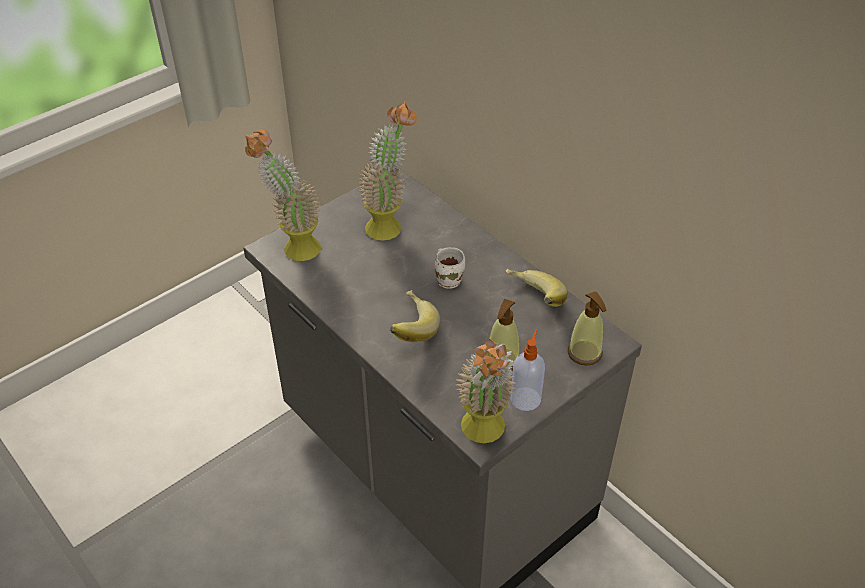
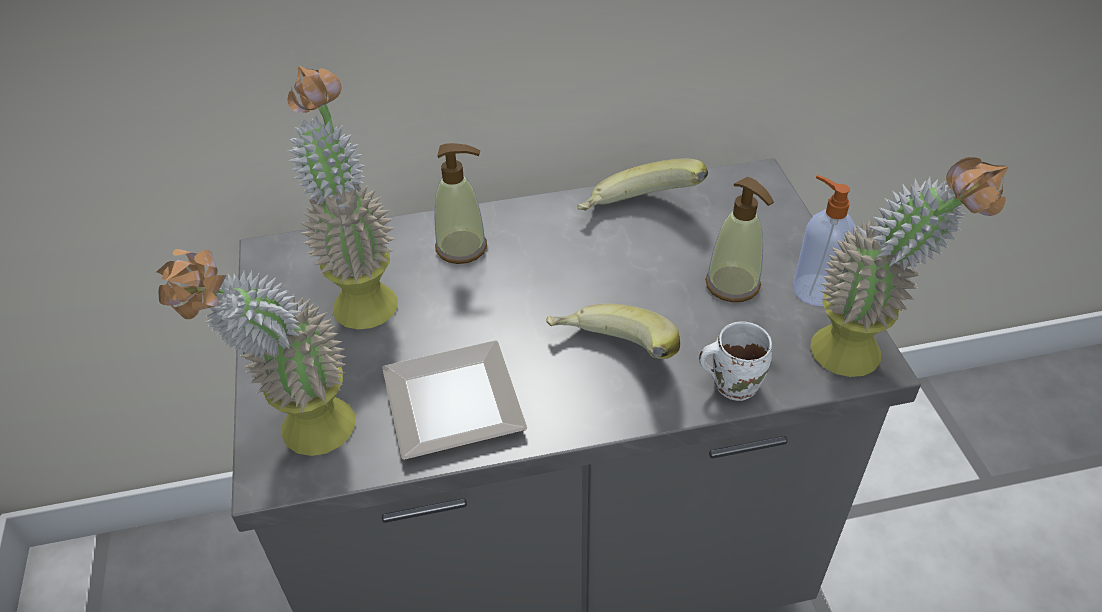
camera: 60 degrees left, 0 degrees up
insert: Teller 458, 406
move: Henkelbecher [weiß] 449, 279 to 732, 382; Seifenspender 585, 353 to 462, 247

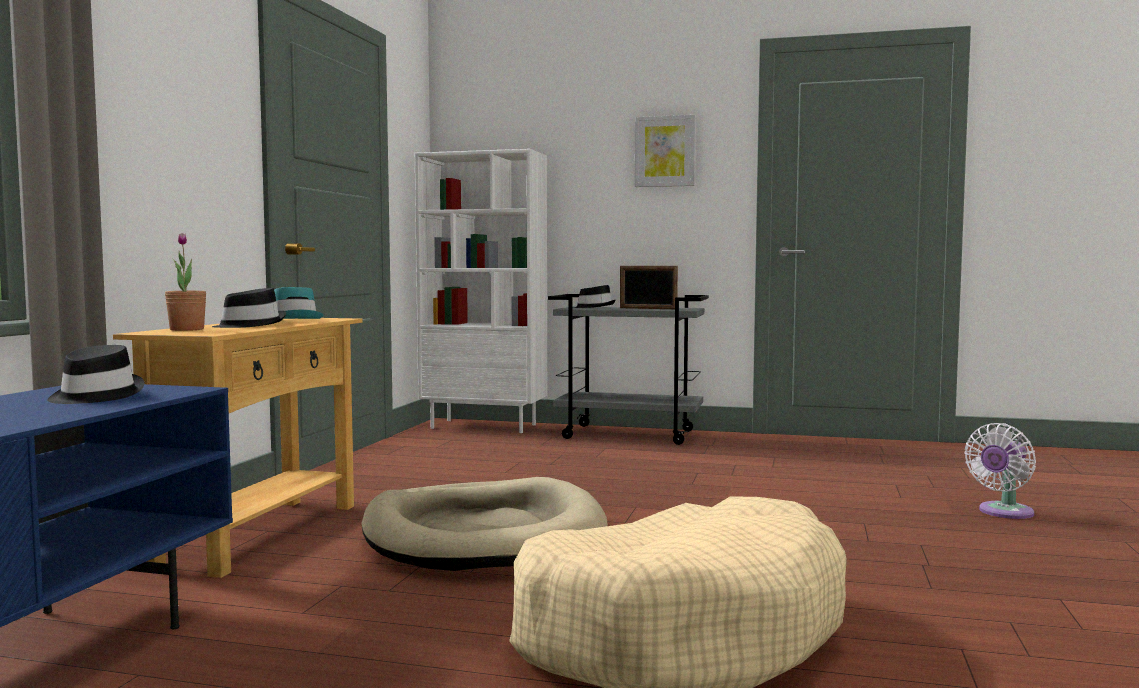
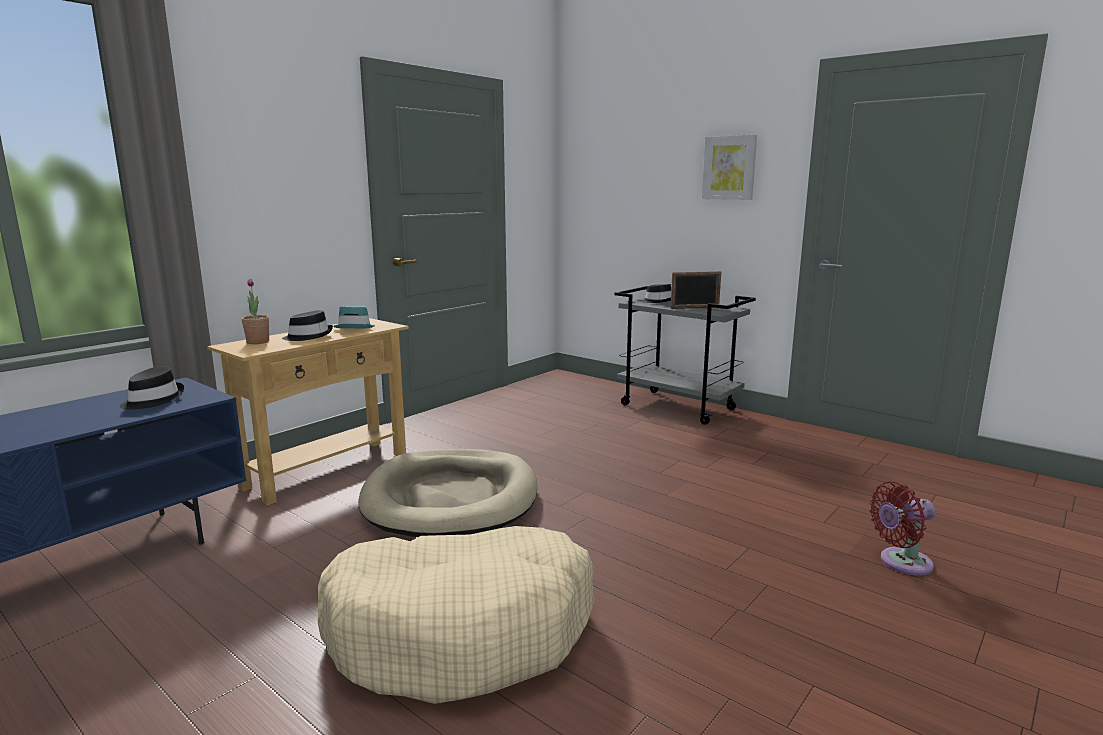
camera: 25 degrees right, 10 degrees up
delete: Bücherregal [weiß] 485, 426
recolor: Ventilator [weiß] 1003, 512 to Ventilator [rot] 901, 563
rotate: Bilderrahmen 648, 308 = 695, 308 60 degrees counterclockwise

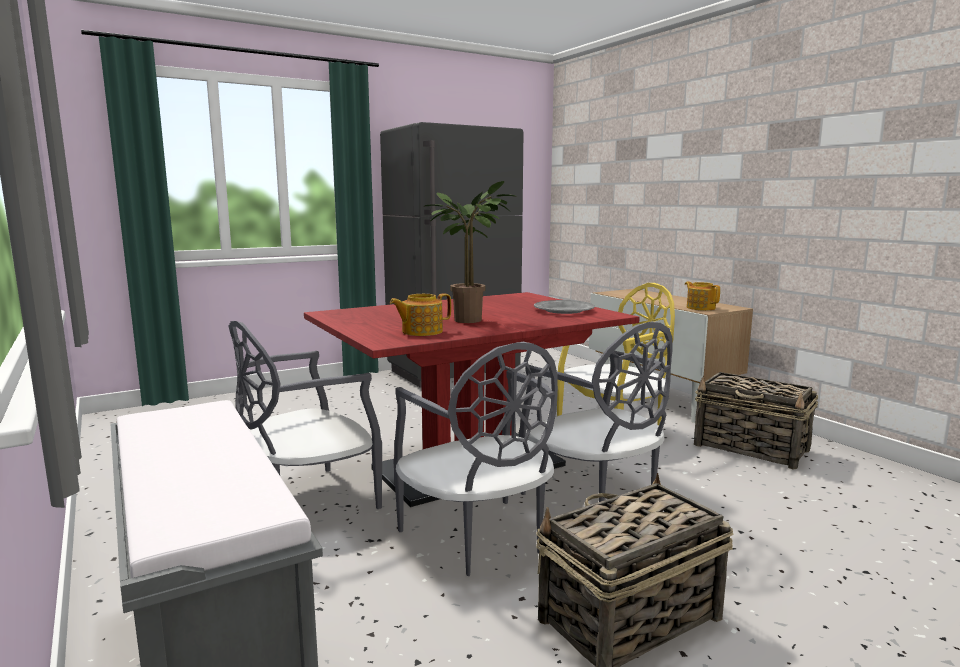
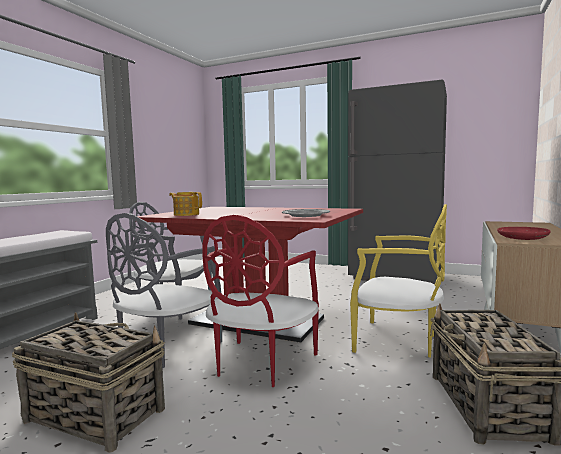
camera: 55 degrees right, 5 degrees down
delete: Topfpflanze 472, 319
replace: Teekanne 700, 308 to Teller [rot] 522, 238
recolor: Stuhl [grau] 595, 498 to Stuhl [rot] 260, 364

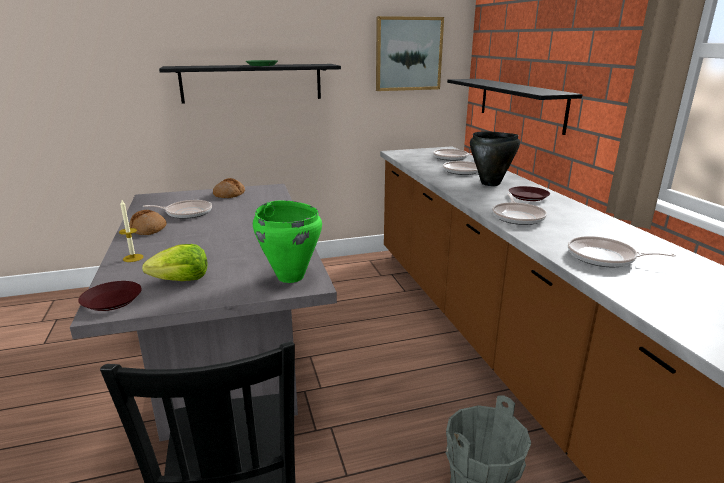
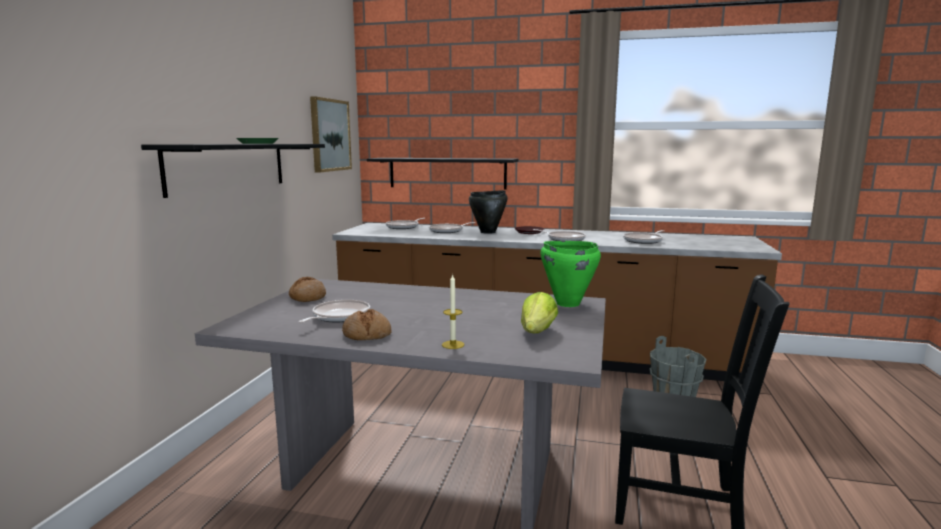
camera: 60 degrees left, 10 degrees down
delete: Teller [braun] 112, 300

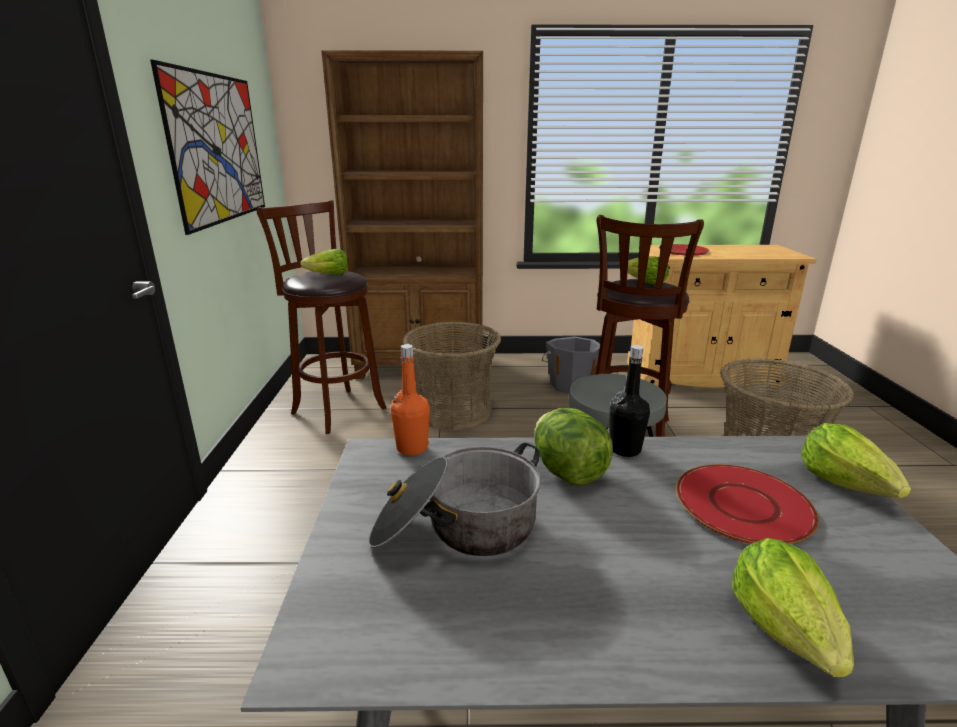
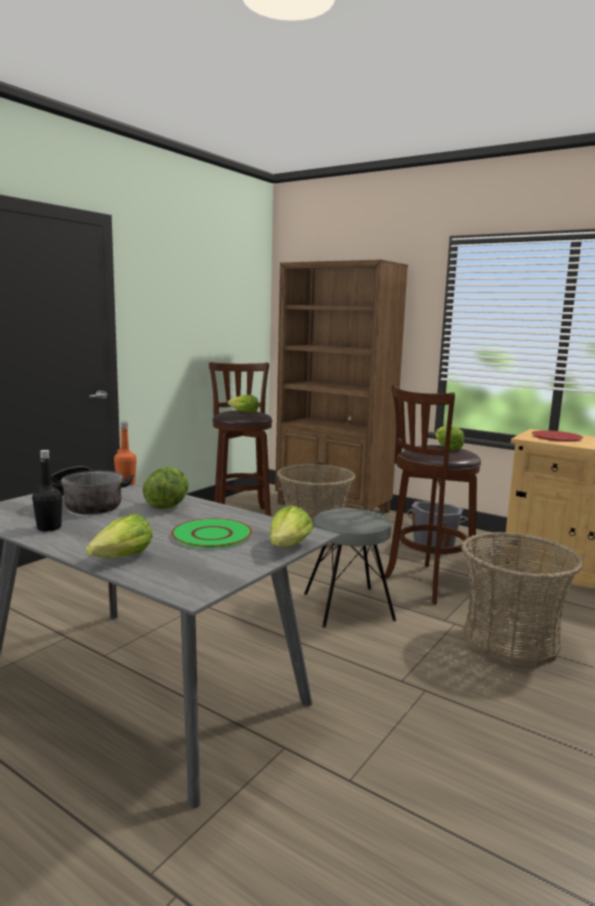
camera: 35 degrees right, 10 degrees down
delete: Bild 218, 148
move: Flasche [schwarz] 625, 449 to 49, 528
recolor: Teller [rot] 743, 506 to Teller [grün] 211, 535

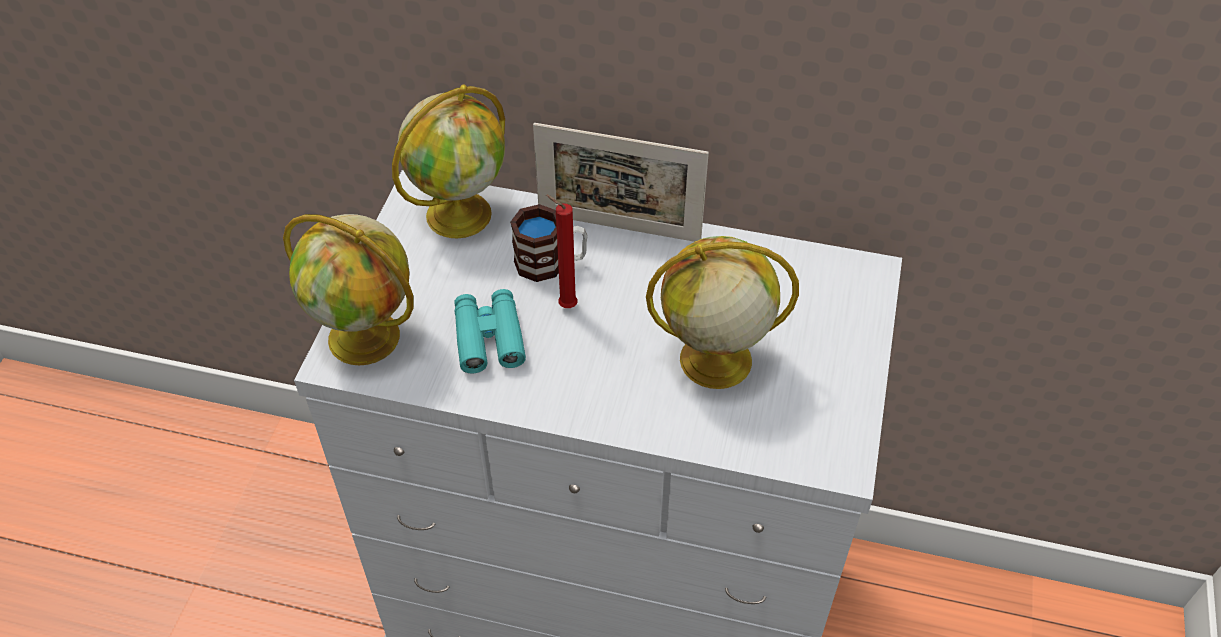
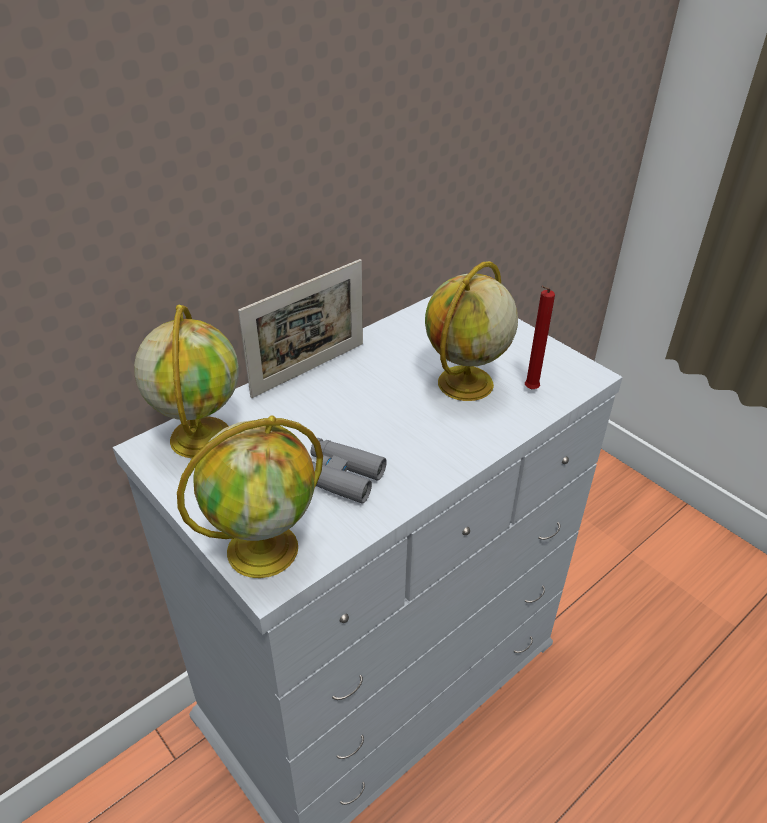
camera: 55 degrees left, 10 degrees down
delete: Henkelbecher 550, 263
move: Kerze [rot] 565, 305 to 529, 390
recolor: Fernglas [türkis] 489, 337 to Fernglas [grau] 340, 477

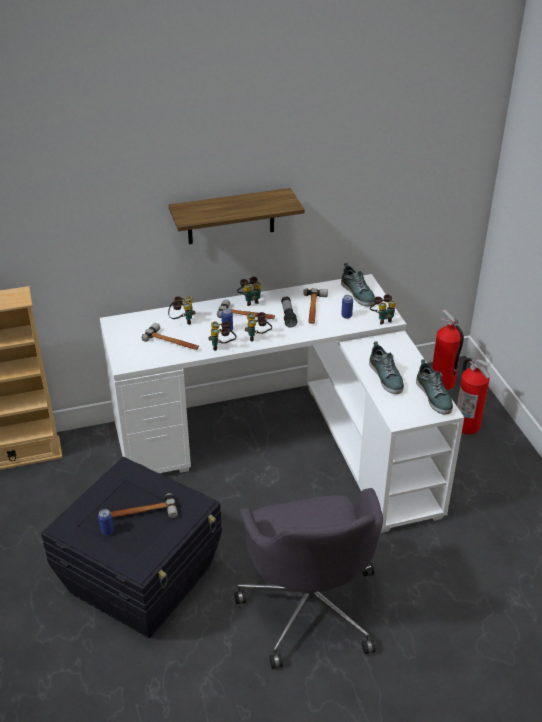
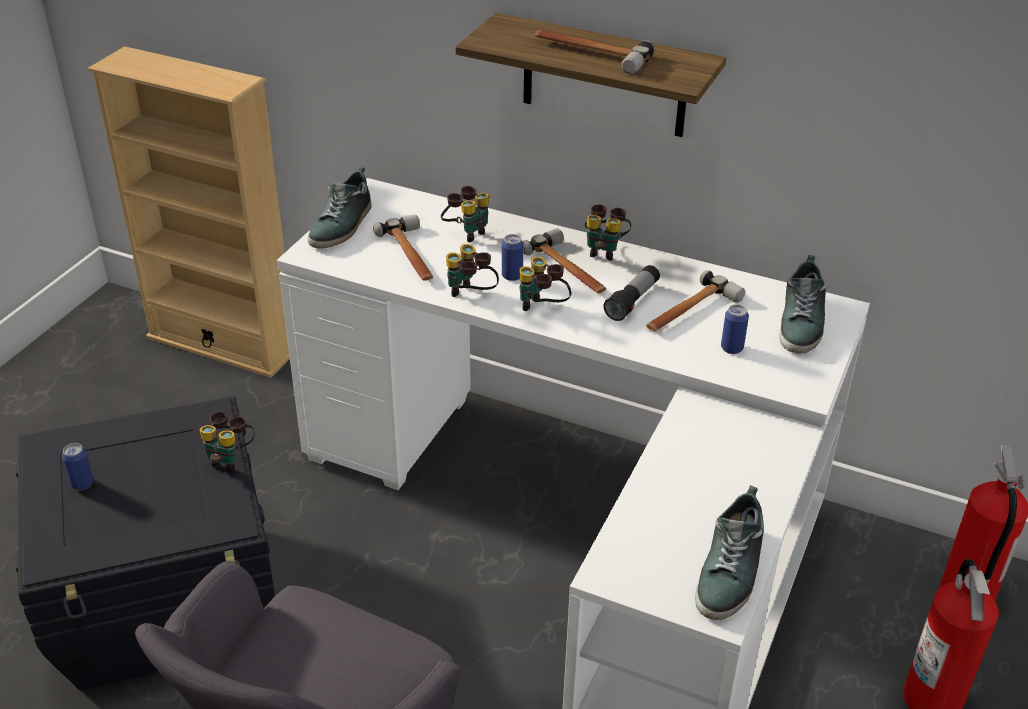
camera: 40 degrees right, 0 degrees up
move: Hammer 142, 513 to 590, 53; Schuh 386, 377 to 342, 225; Fernglas 382, 319 to 230, 459

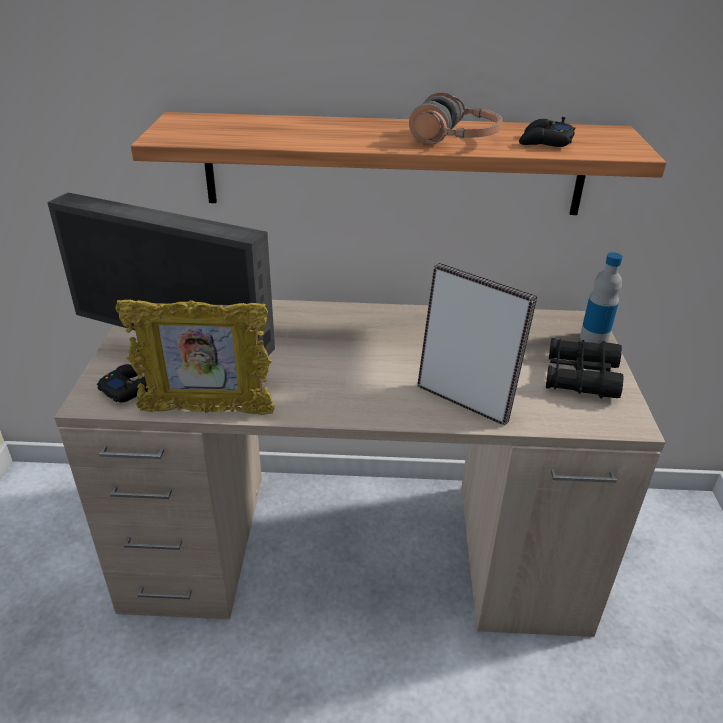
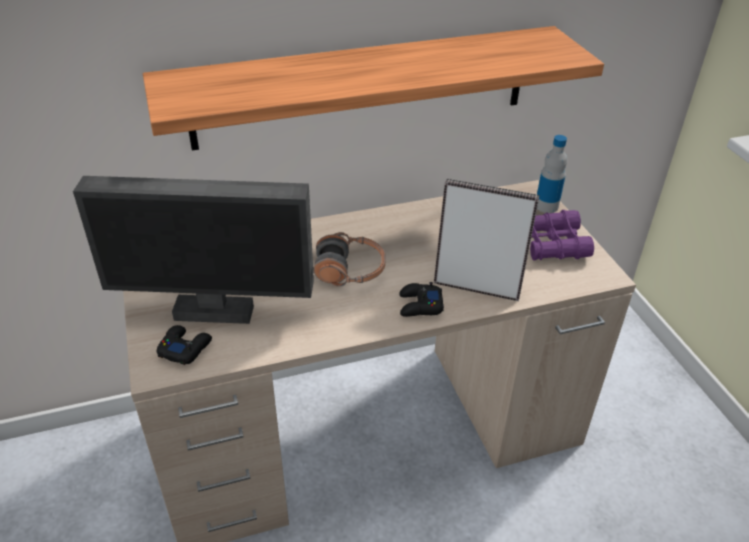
camera: 20 degrees left, 5 degrees up
delete: Bilderrahmen 207, 411
move: Kopfhörer 455, 140 to 350, 271; Gamepad [schwarz] 545, 142 to 420, 305
recolor: Fernglas [schwarz] 580, 377 to Fernglas [lila] 553, 244

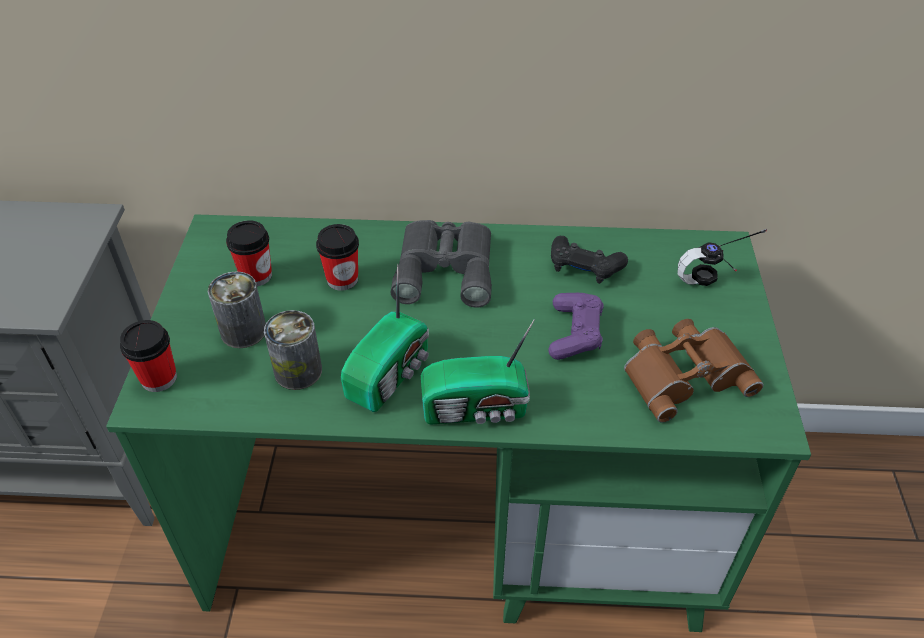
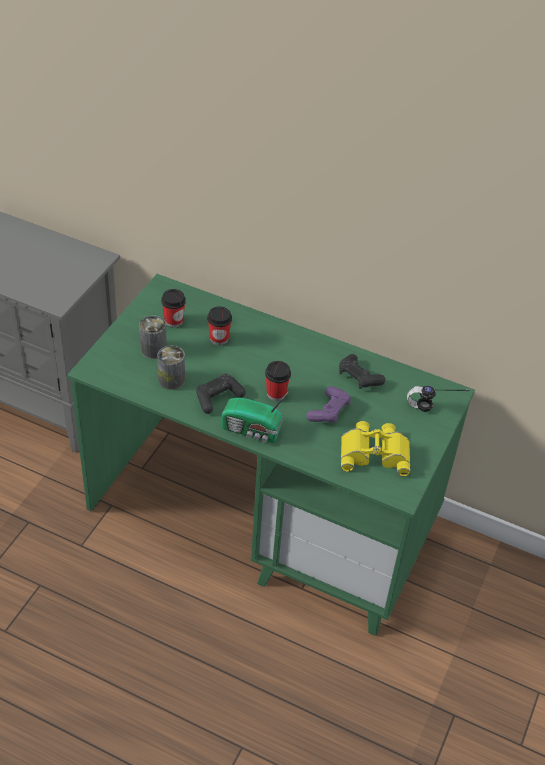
camera: 20 degrees right, 0 degrees up
delete: Fernglas [grau] 446, 267
move: Tasse 159, 378 to 276, 394
replace: Radio 391, 374 to Gamepad [schwarz] 218, 398
recolor: Fernglas [braun] 684, 373 to Fernglas [gelb] 375, 452

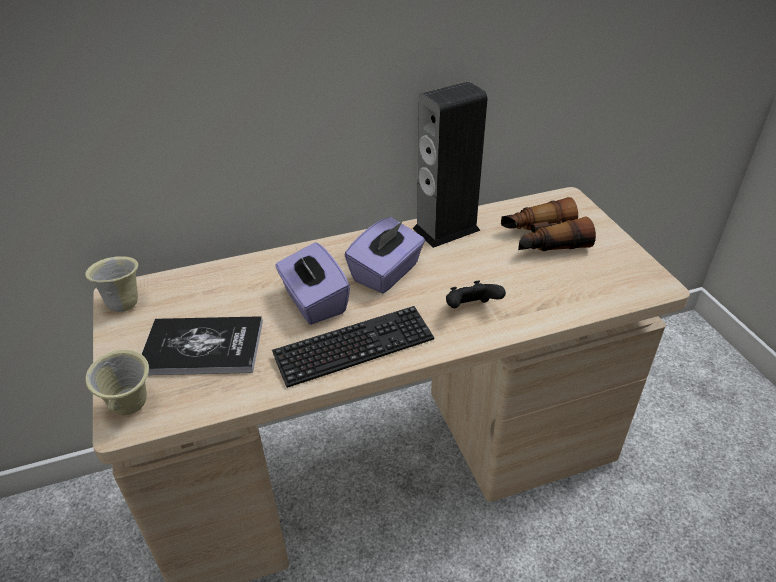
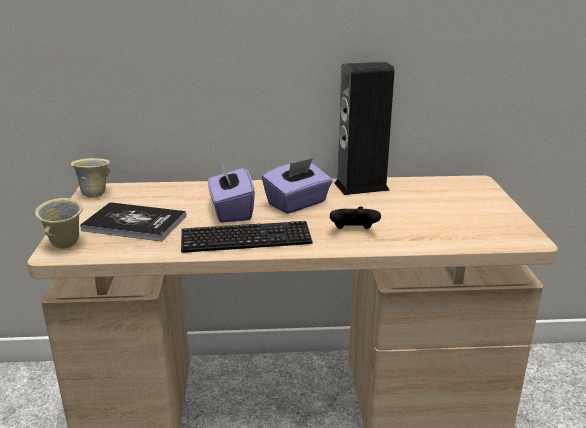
camera: 15 degrees right, 15 degrees down
delete: Fernglas 542, 239

